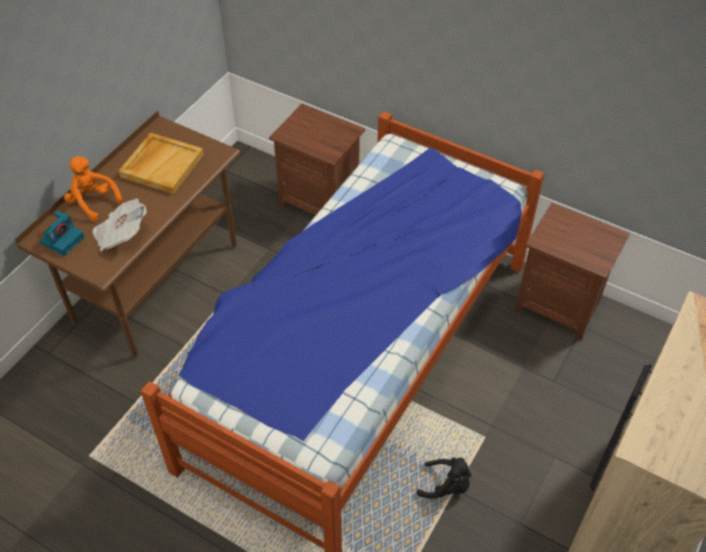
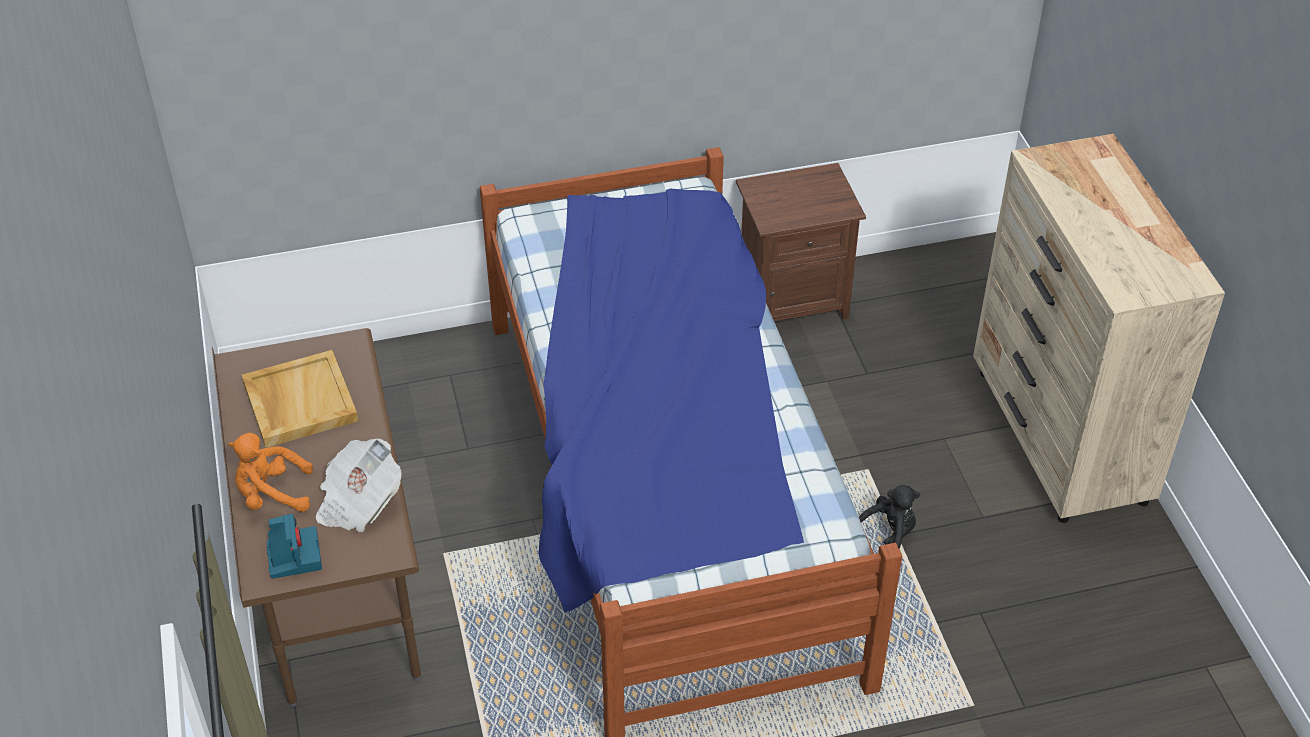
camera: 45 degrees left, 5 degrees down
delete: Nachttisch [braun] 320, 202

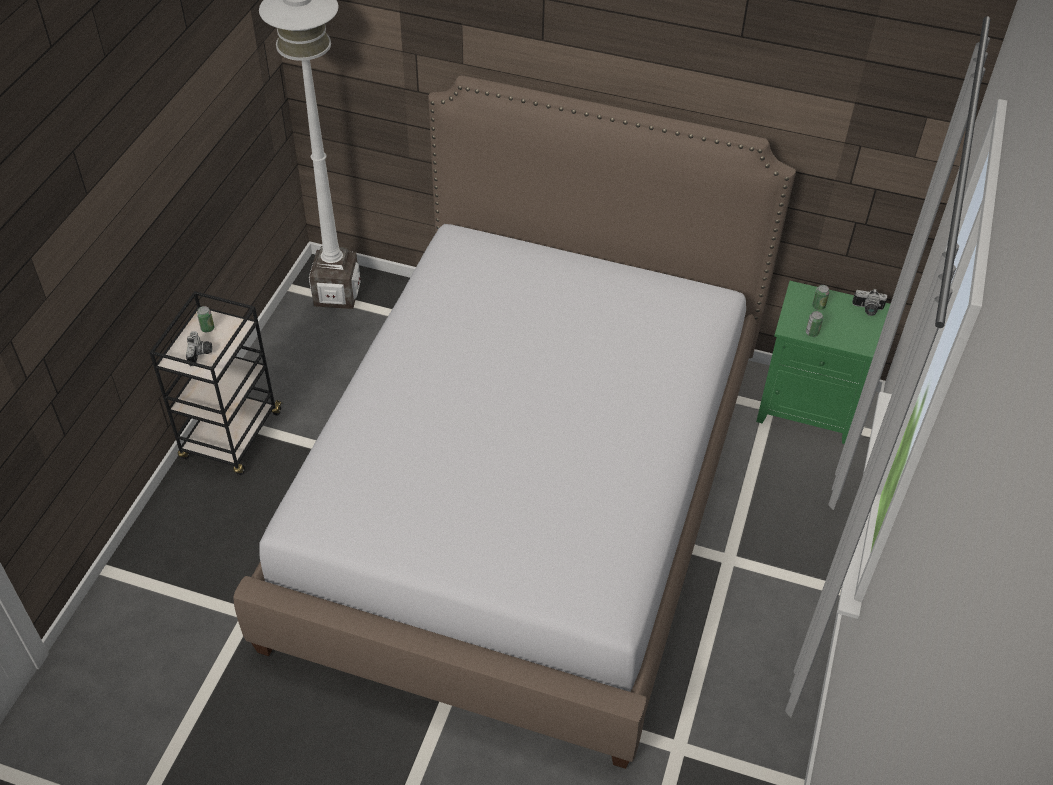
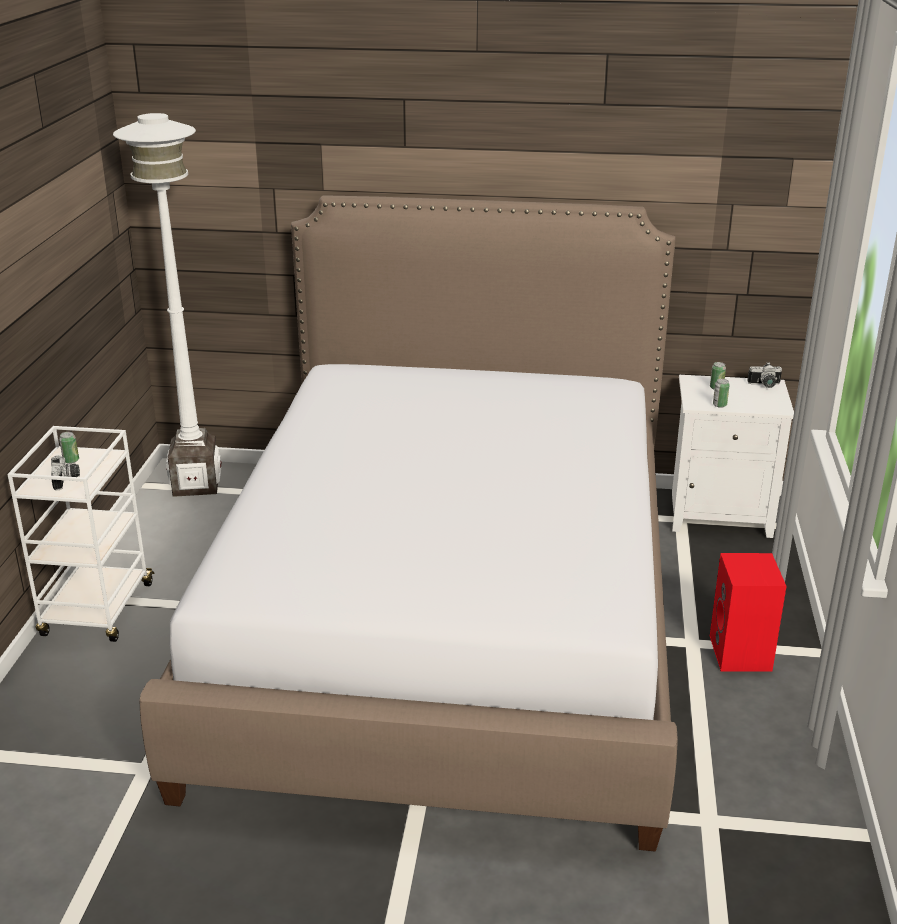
camera: 10 degrees left, 20 degrees down
insert: Lautsprecher [rot] 742, 654
recolor: Rollwagen [schwarz] 231, 437 to Rollwagen [weiß] 97, 611; Nachttisch [grün] 810, 407 to Nachttisch [weiß] 721, 514

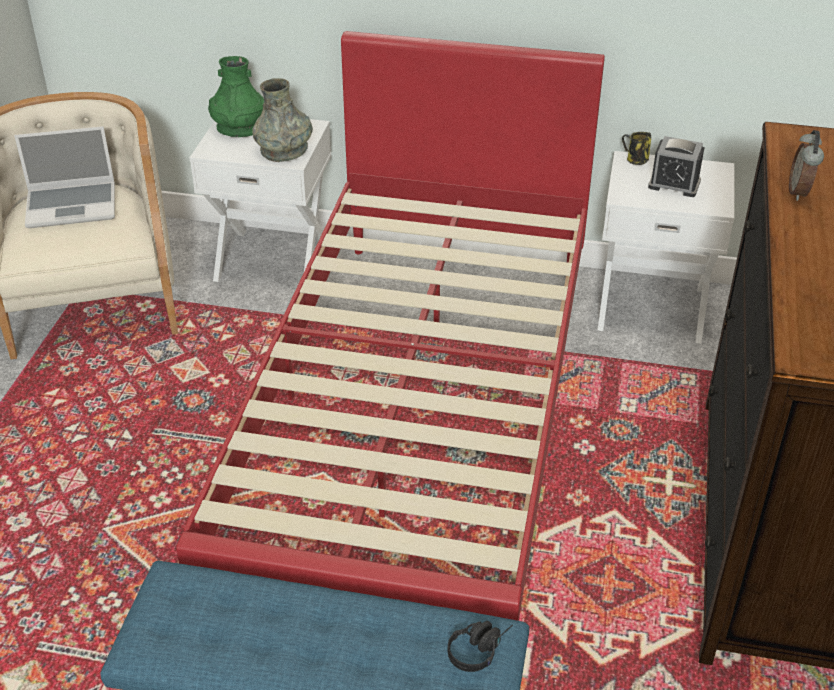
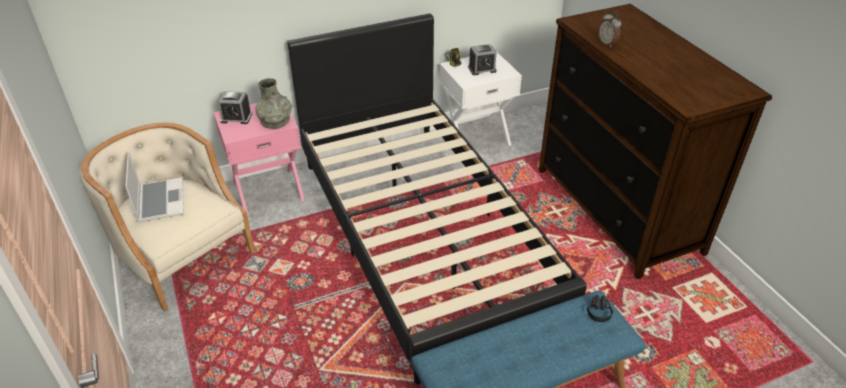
camera: 35 degrees left, 0 degrees up
replace: Vase [grün] 240, 128 to Wecker 236, 118
recolor: Bett [rot] 417, 419 to Bett [schwarz] 422, 236; Nachttisch [weiß] 273, 259 to Nachttisch [rosa] 268, 190
rotate: Laptop 73, 205 = 160, 201 60 degrees counterclockwise

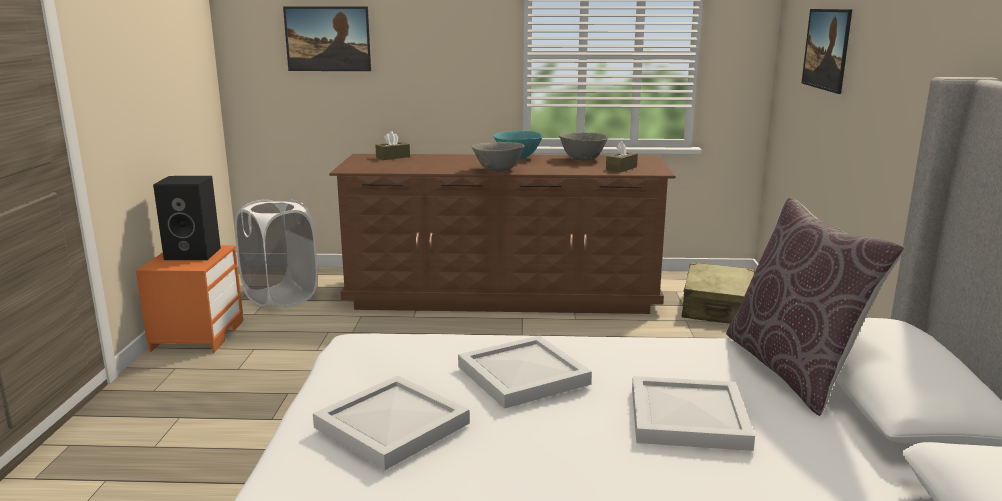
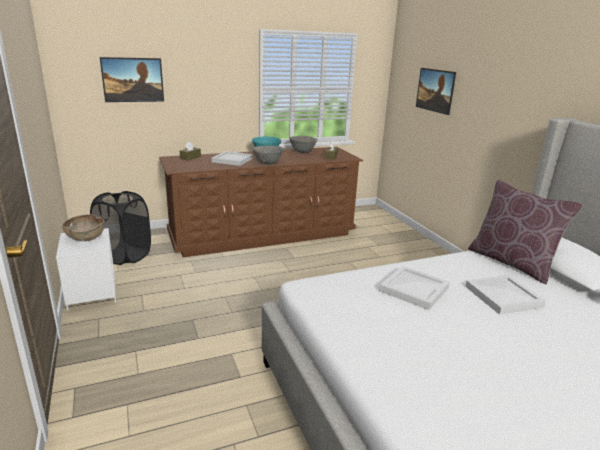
camera: 25 degrees left, 5 degrees up
delete: Koffer [beige] 717, 308
move: Tablett [weiß] 389, 425 to 231, 160
replace: Lautsprecher [schwarz] 194, 253 to Schüssel [braun] 86, 238
recolor: Nachttisch [orange] 197, 335 to Nachttisch [weiß] 91, 292; Wäschekorb [weiß] 280, 297 to Wäschekorb [schwarz] 124, 256

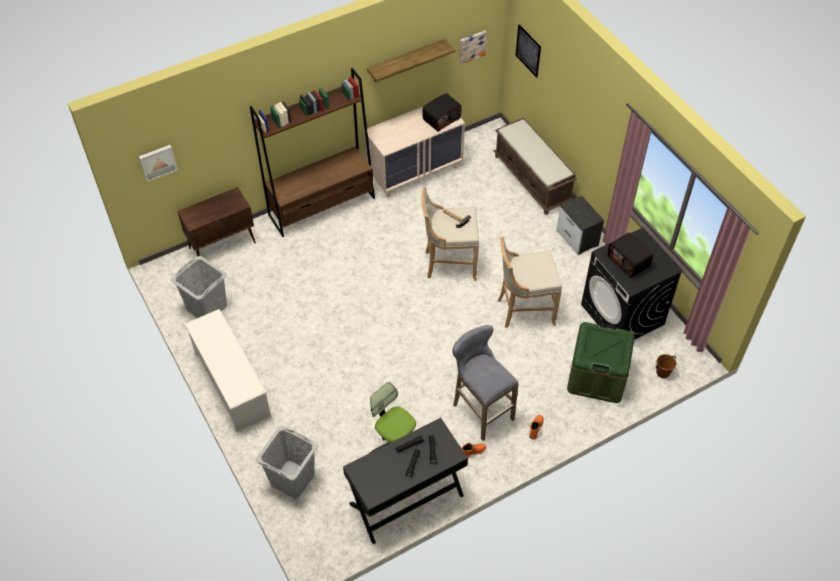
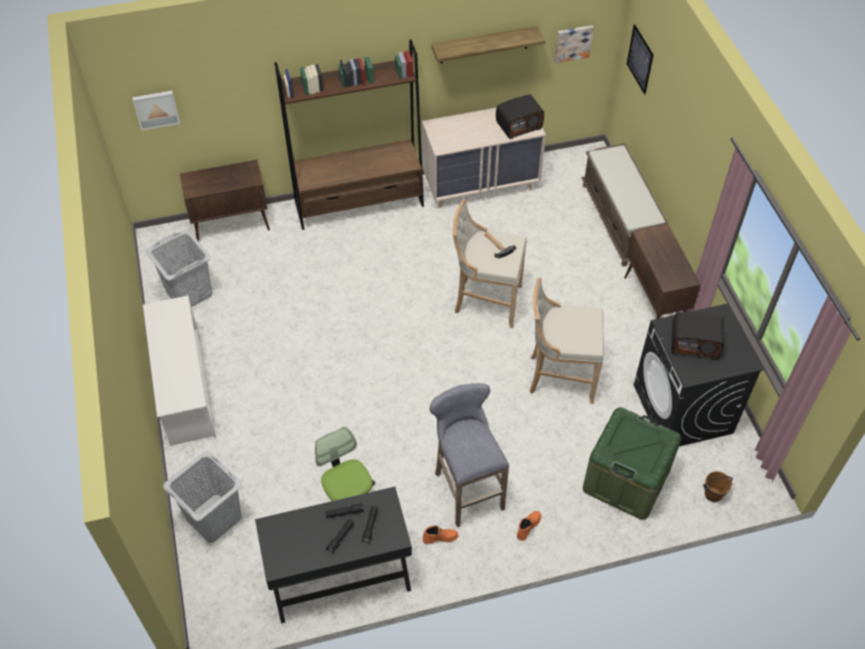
camera: 15 degrees right, 0 degrees up
replace: Nachttisch 577, 238 to Schrank [braun] 654, 303
rotate: Radio 629, 262 = 694, 343 60 degrees counterclockwise

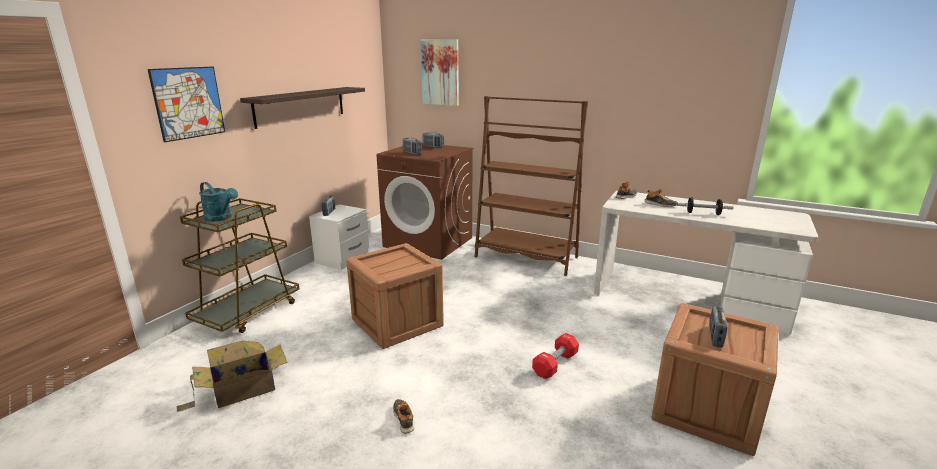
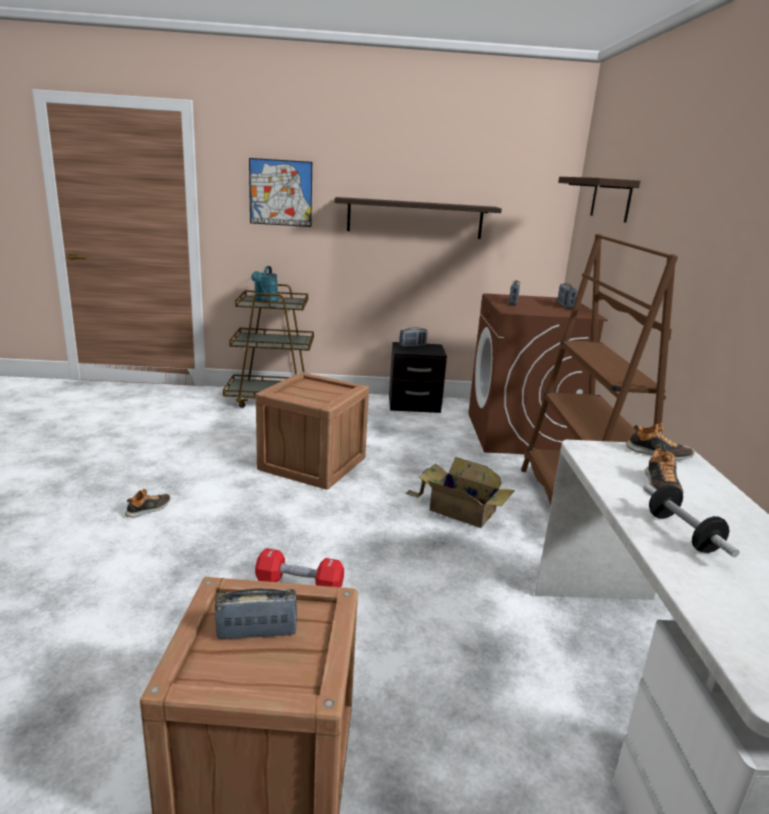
camera: 60 degrees right, 0 degrees up
move: Karton 241, 389 to 460, 509
replace: Bild 440, 72 to Wandregal 611, 199
recolor: Nachttisch [weiß] 343, 259 to Nachttisch [schwarz] 414, 405

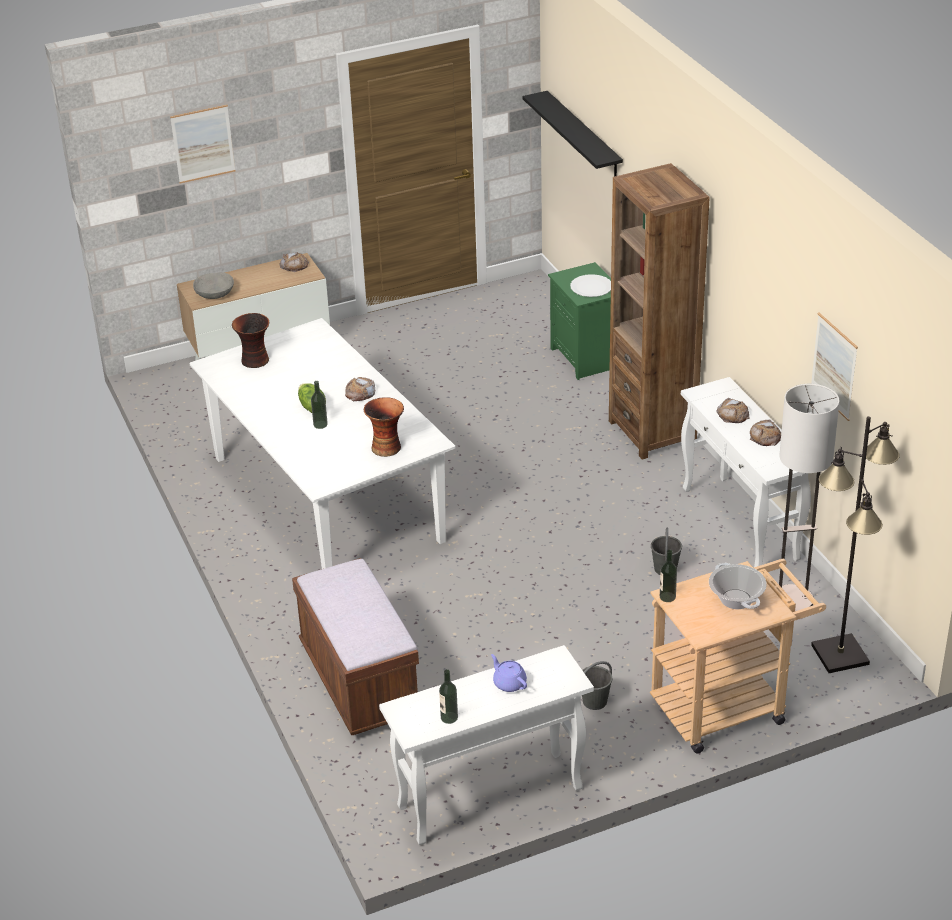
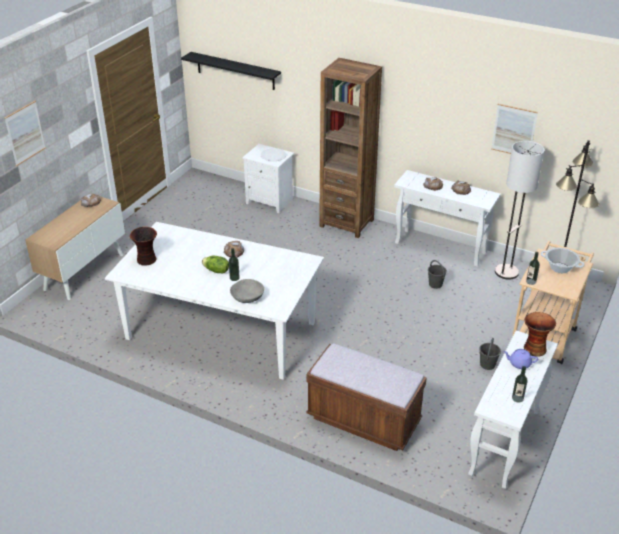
camera: 40 degrees left, 0 degrees up
move: Schüssel [grau] 214, 294 to 247, 297; Vase 386, 447 to 534, 348
recolor: Nachttisch [grün] 587, 358 to Nachttisch [weiß] 270, 201

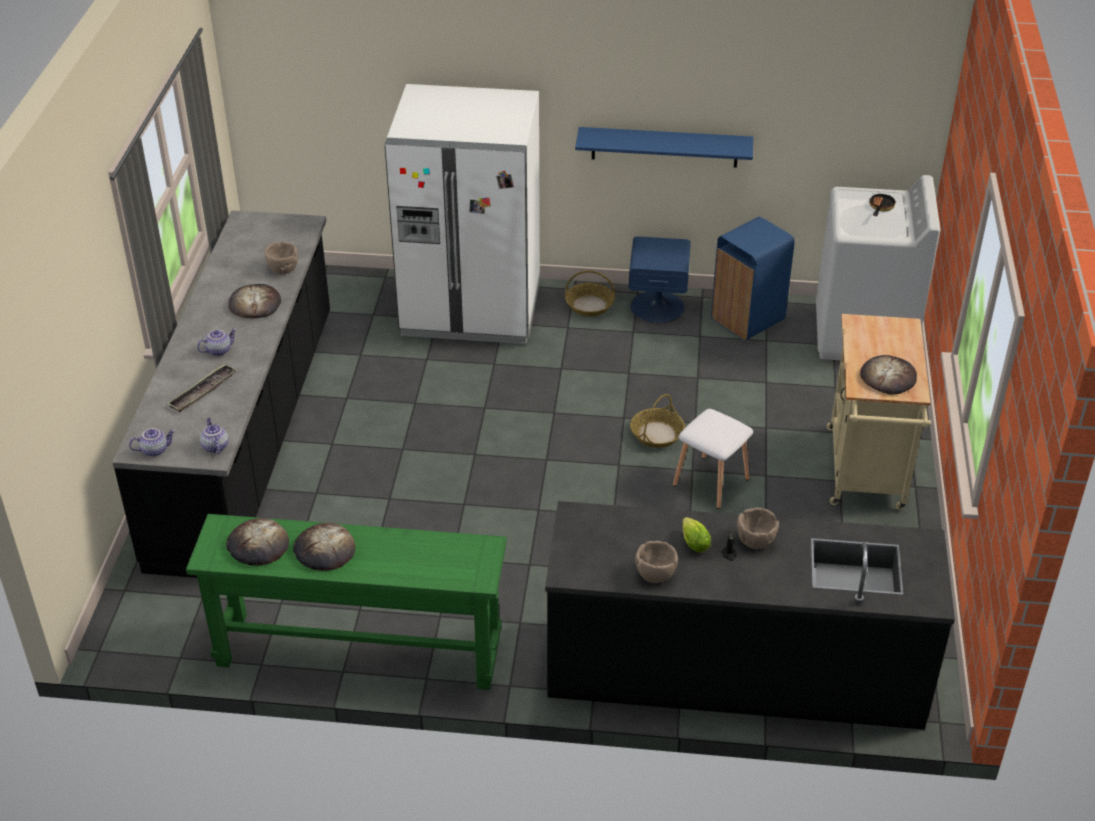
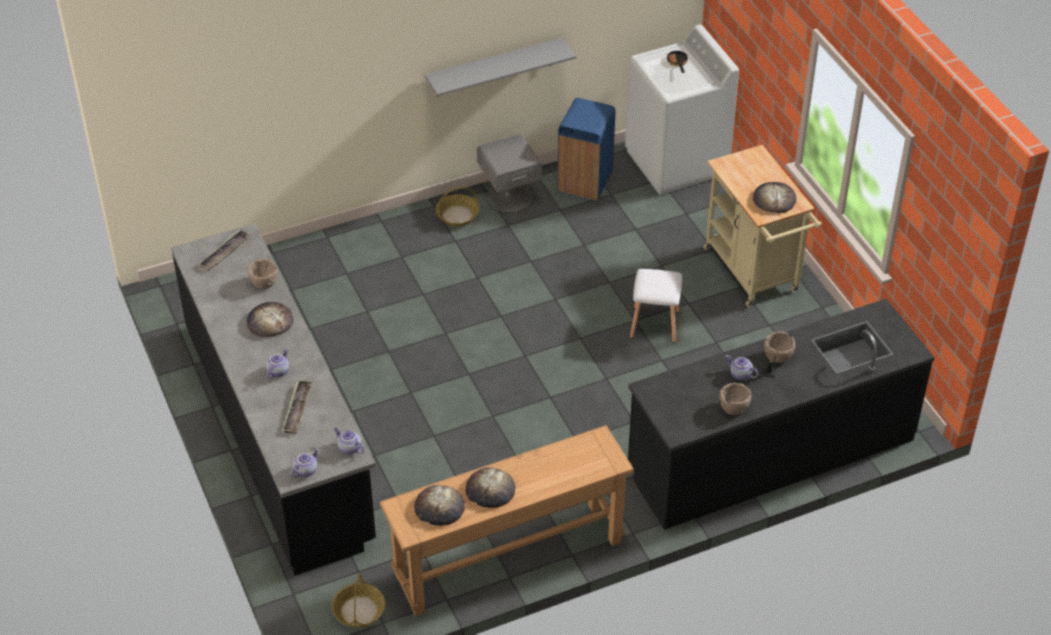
camera: 30 degrees left, 5 degrees up
delete: Kühlschrank [weiß] 471, 310
insert: Tablett 224, 253
move: Korb 657, 434 to 359, 610
replace: Salatkopf 693, 542 to Teekanne 740, 375
recolor: Konsolentisch [grün] 359, 650 to Konsolentisch [braun] 508, 557; Wandregal [blau] 664, 147 to Wandregal [grau] 494, 67; Nachttisch [blau] 657, 306 to Nachttisch [grau] 509, 196

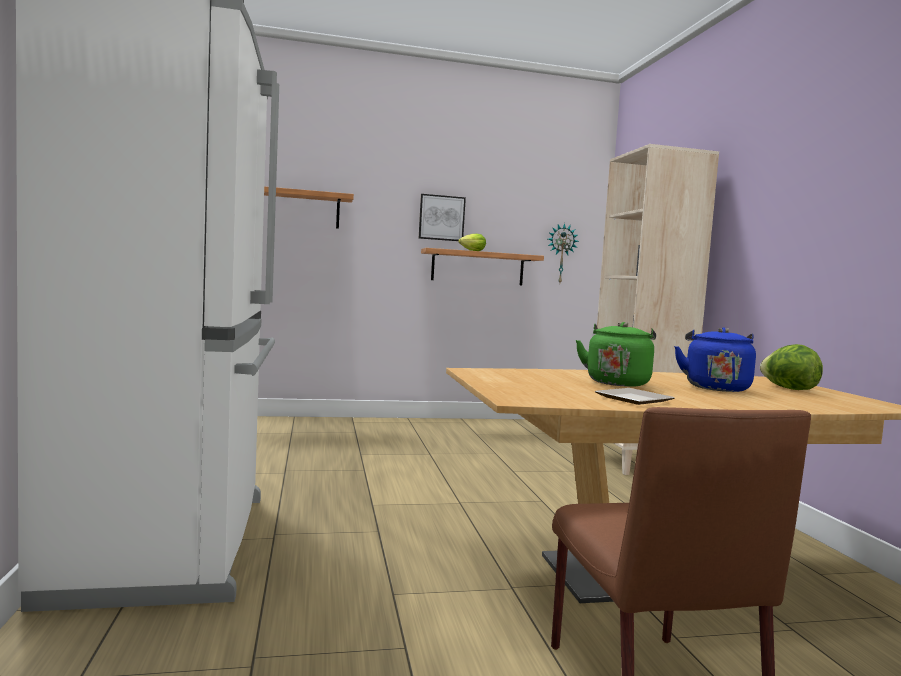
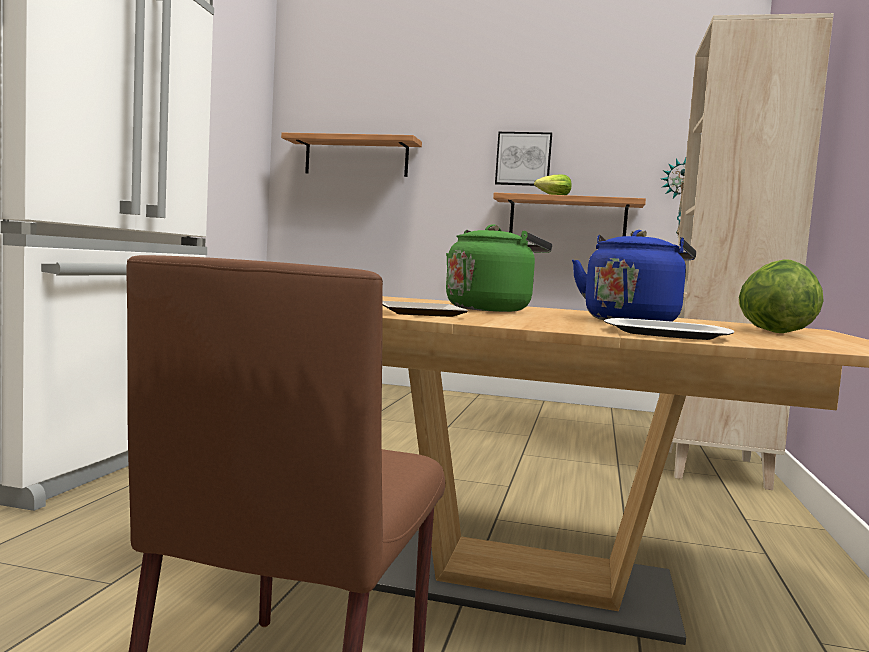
camera: 25 degrees right, 0 degrees up
insert: Teller 665, 333

